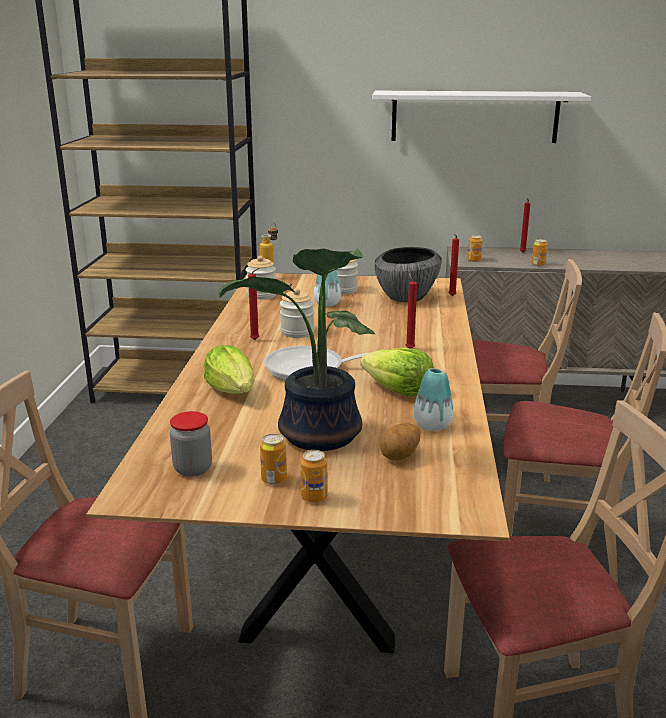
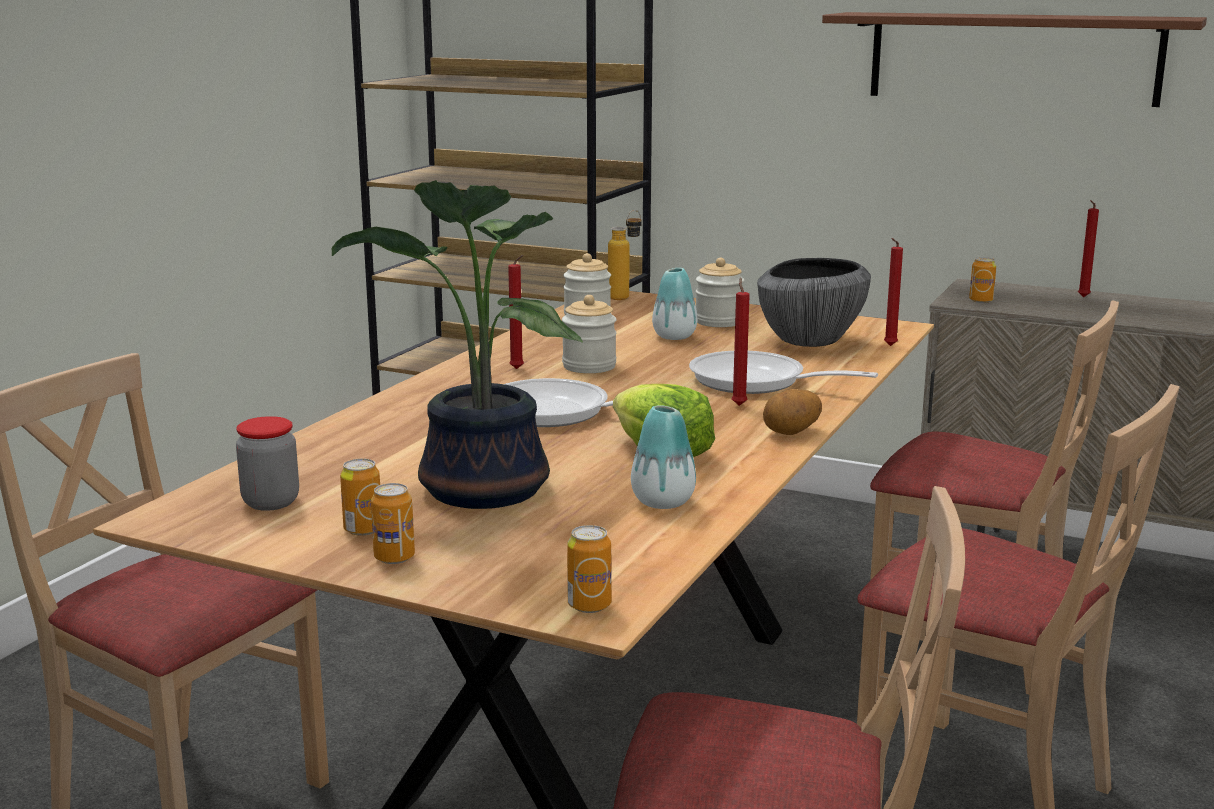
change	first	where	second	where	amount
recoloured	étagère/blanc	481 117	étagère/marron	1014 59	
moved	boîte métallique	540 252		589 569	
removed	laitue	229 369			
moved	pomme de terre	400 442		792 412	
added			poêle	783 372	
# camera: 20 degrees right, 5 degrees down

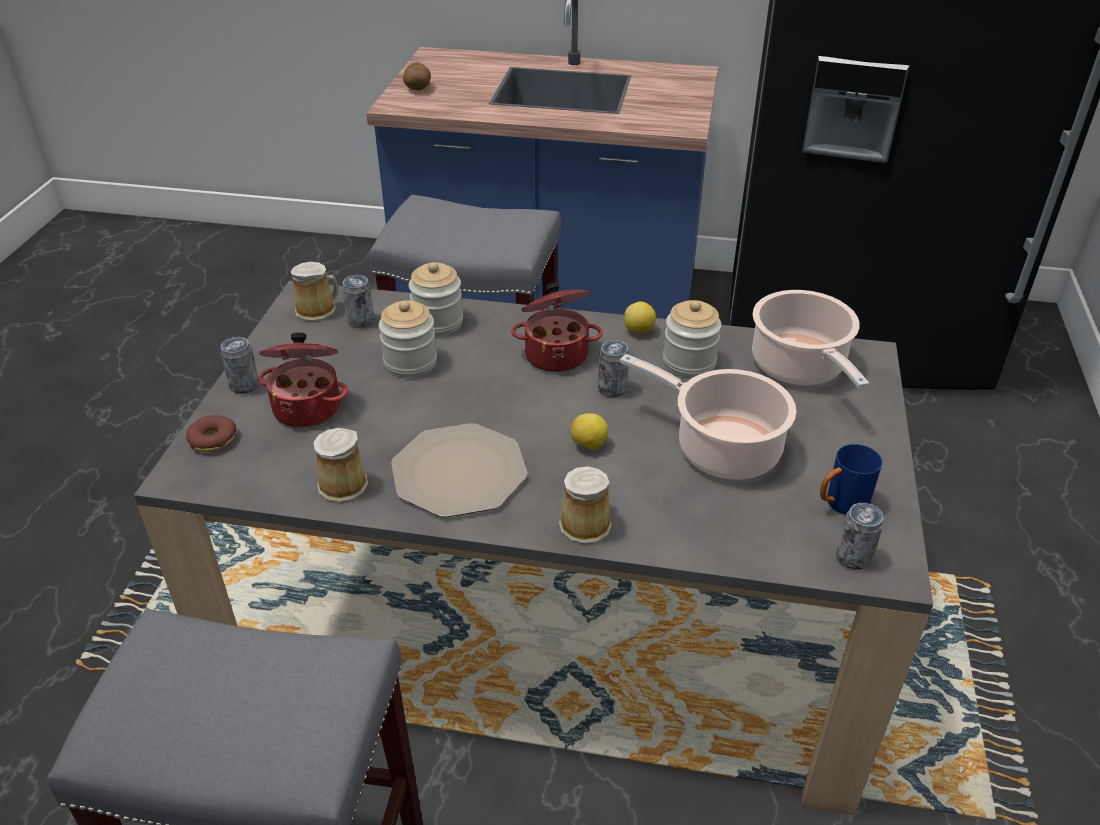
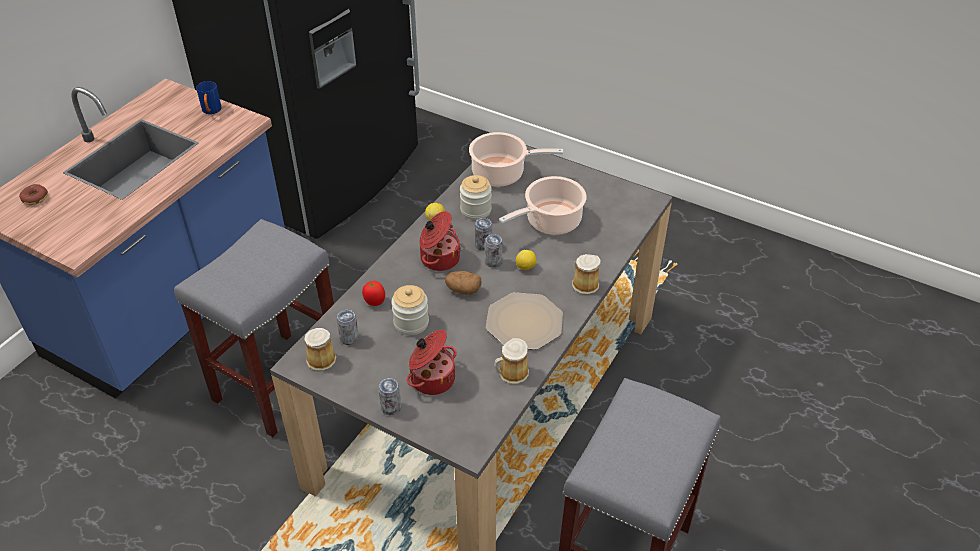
change	first	where	second	where	amount
moved	pomme de terre	417 76		463 283	
replaced	bocal	436 299	tomate	373 293	
moved	beignet	211 433		33 194	
moved	mug/bleu	851 479		209 97	
moved	boîte métallique	860 536		494 251	
# camera: 70 degrees left, 5 degrees up

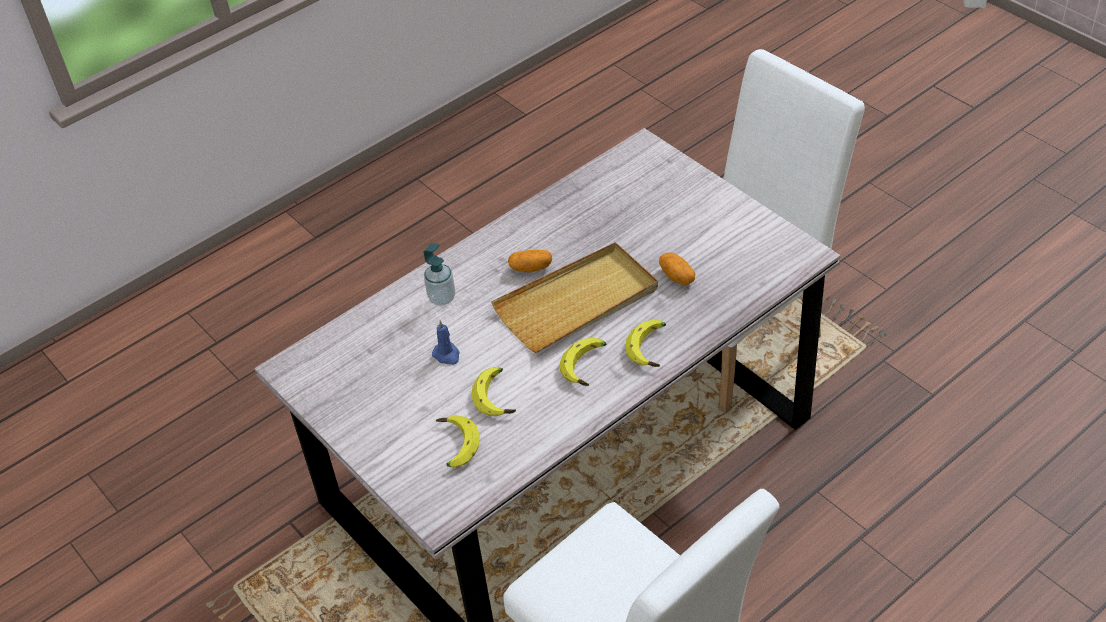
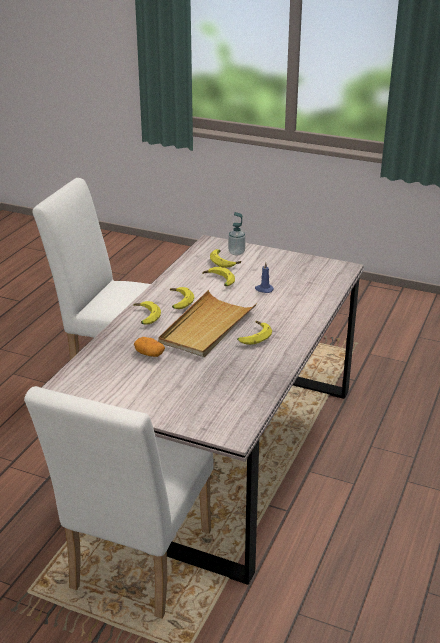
change	first	where	second	where	amount
moved	distributeur de savon	439 274		237 233	
replaced	pomme de terre	530 261	banane	254 333	
# camera: 150 degrees right, 15 degrees down

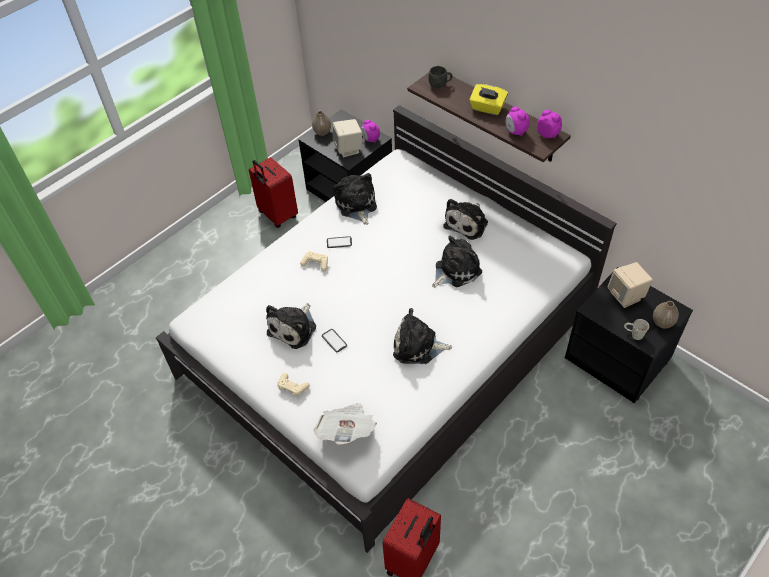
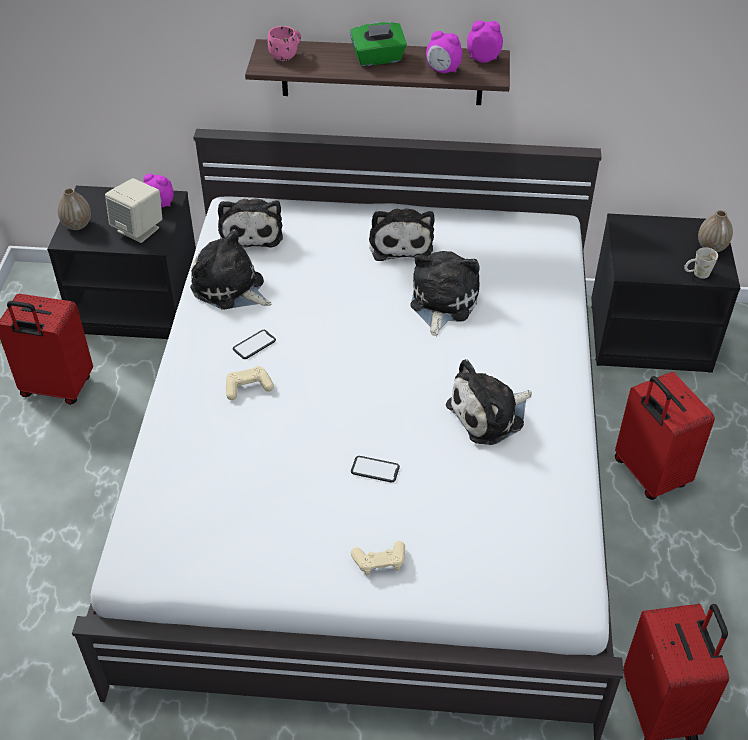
change	first	where	second	where	amount
recoloured	mug/gris	441 77	mug/rose	284 43	
recoloured	boîte à mouchoirs/jaune	488 99	boîte à mouchoirs/vert	378 44	
removed	enceinte/beige	630 285			
moved	peluche	291 326		250 223	
removed	journal	345 424			
added			valise/rouge	665 436	
# camera: 40 degrees left, 5 degrees down

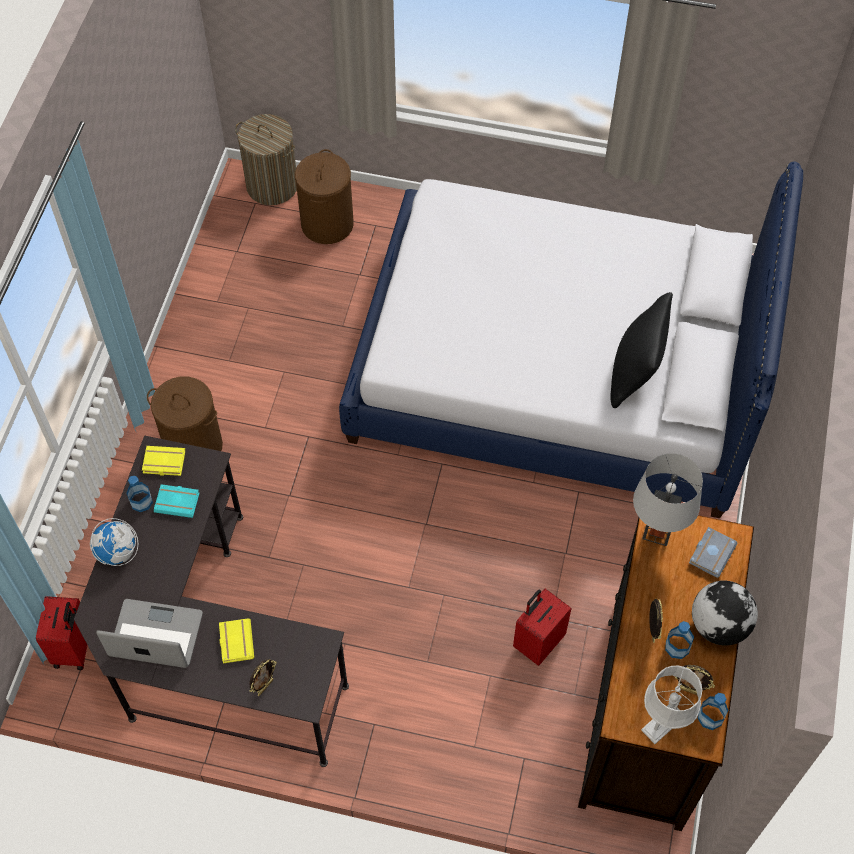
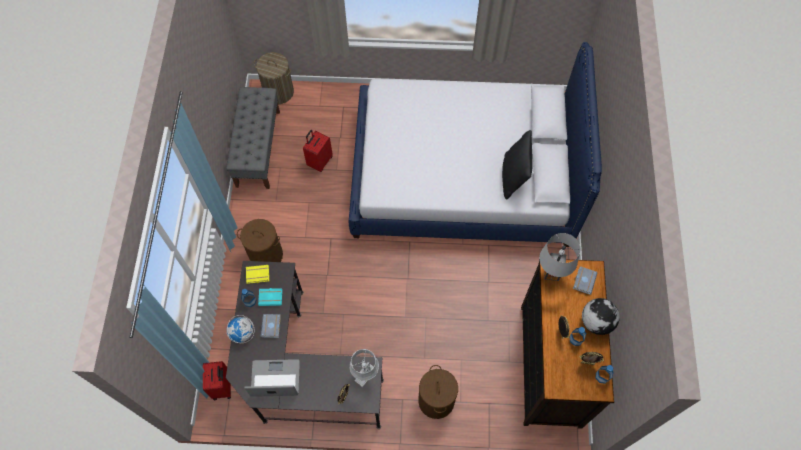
change	first	where	second	where	amount
moved	panier à linge/marron	324 196		438 392	
moved	valise/rouge	542 627		318 151	
removed	livre/jaune	236 640			
moved	lampe de table/gris	671 704		364 368	
added			banc/gris	253 138	
added			livre/gris	271 326	
# camera: 10 degrees left, 5 degrees up

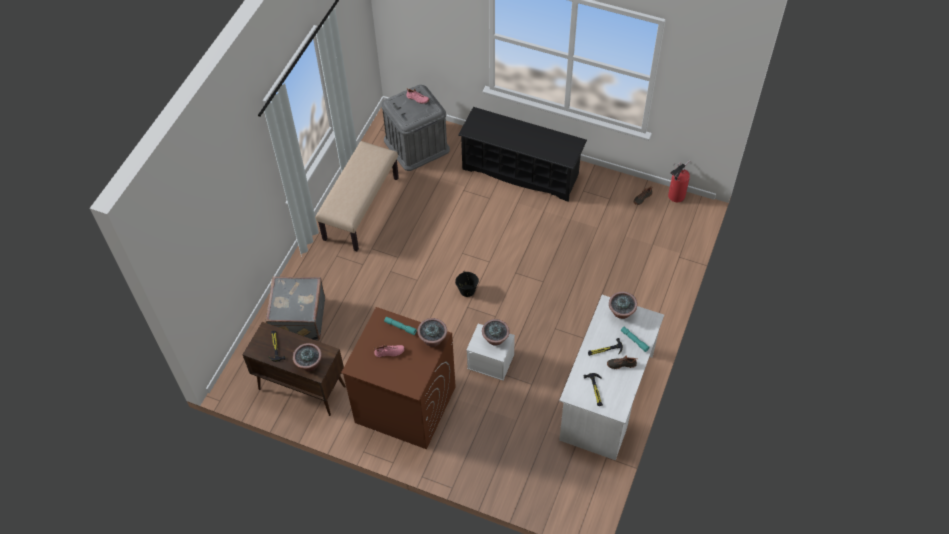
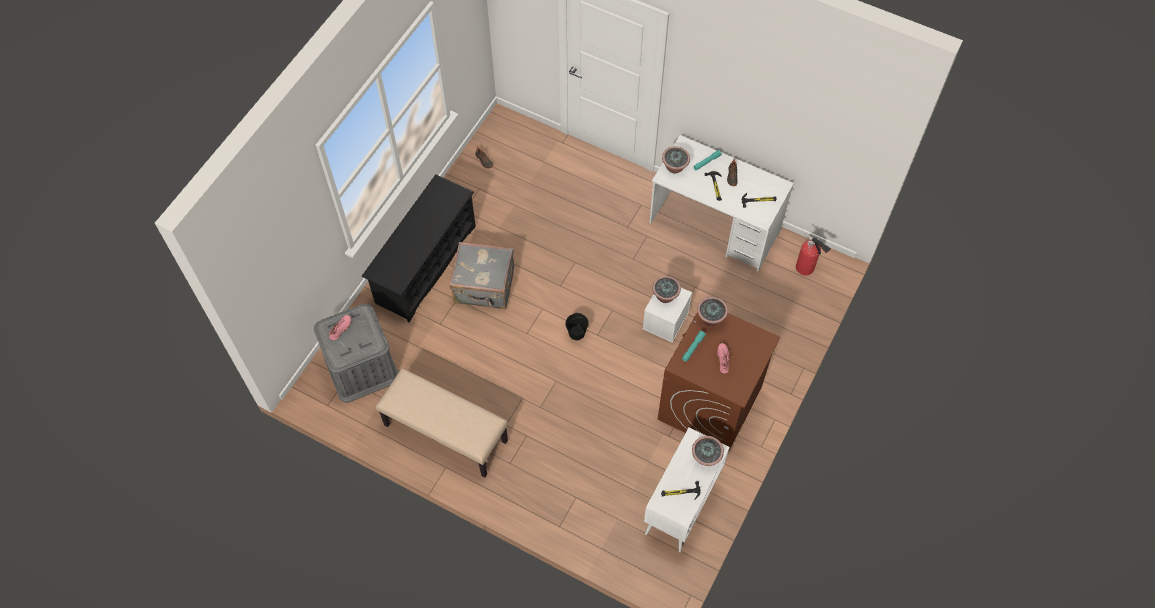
change	first	where	second	where	amount
moved	extincteur	679 181		813 253	
moved	valise/gris	295 308		482 275	
recoloured	meuble de rangement/marron	294 369	meuble de rangement/blanc	687 489	
# camera: 85 degrees left, 5 degrees up

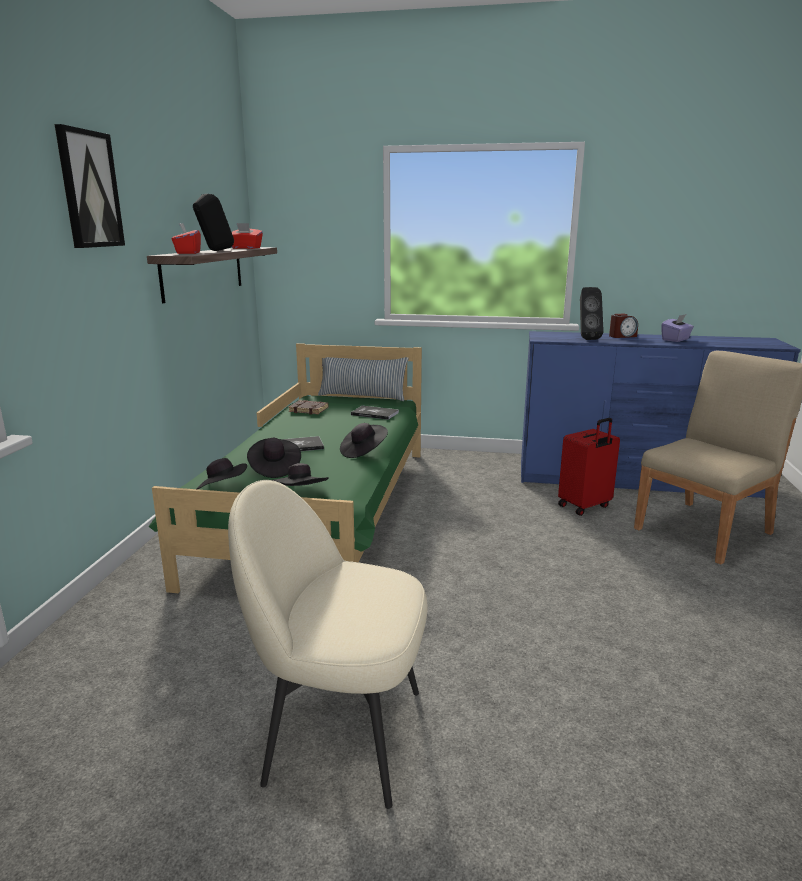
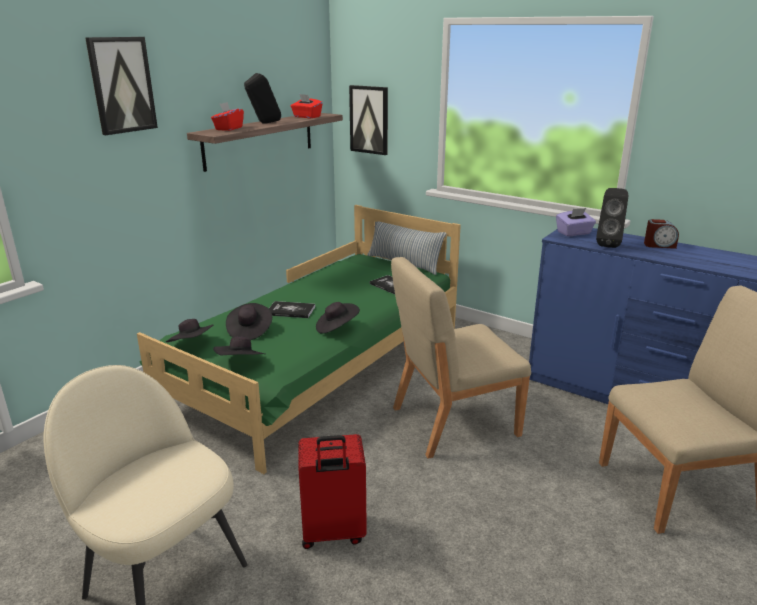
change	first	where	second	where	amount
moved	boîte à mouchoirs/violet	677 328		576 222	
removed	livre/marron	308 407			
moved	valise/rouge	589 467		332 491	
added			tableau	368 120	
added			chaise/beige	461 358	
# camera: 25 degrees right, 5 degrees up

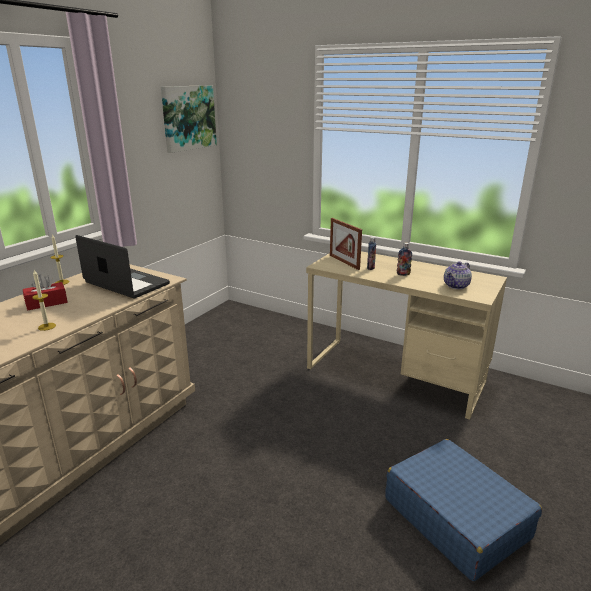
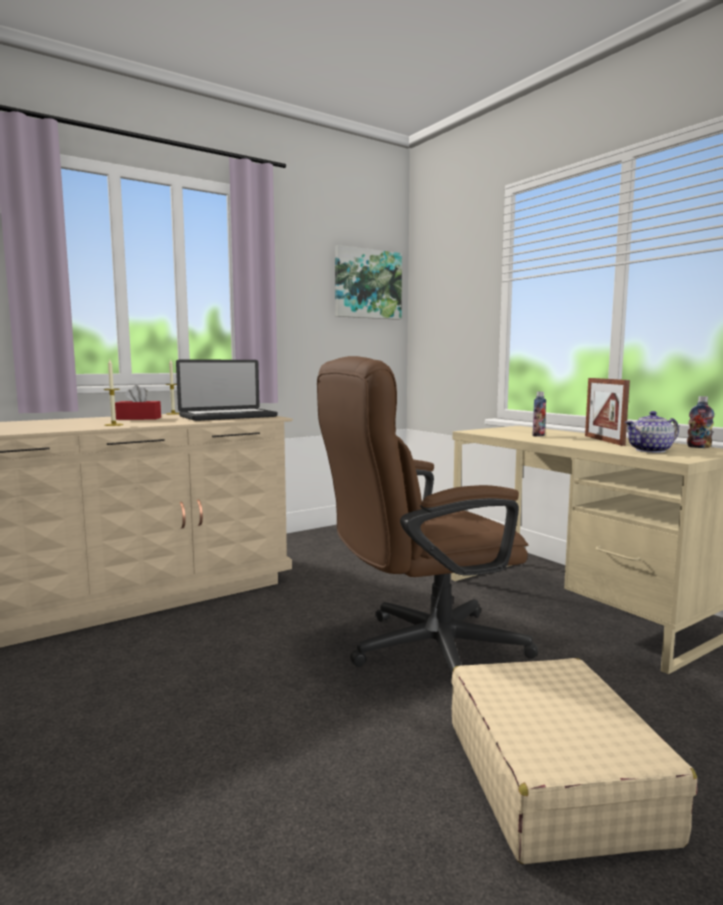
change	first	where	second	where	amount
moved	cadre photo	346 244		607 412	
turned	ordinateur portable	122 266		227 390	90 degrees clockwise
moved	bouteille	404 259		700 422	
recoloured	valise/bleu	463 510	valise/beige	574 761	
added			chaise de bureau/marron	427 523	
# camera: 25 degrees right, 15 degrees down

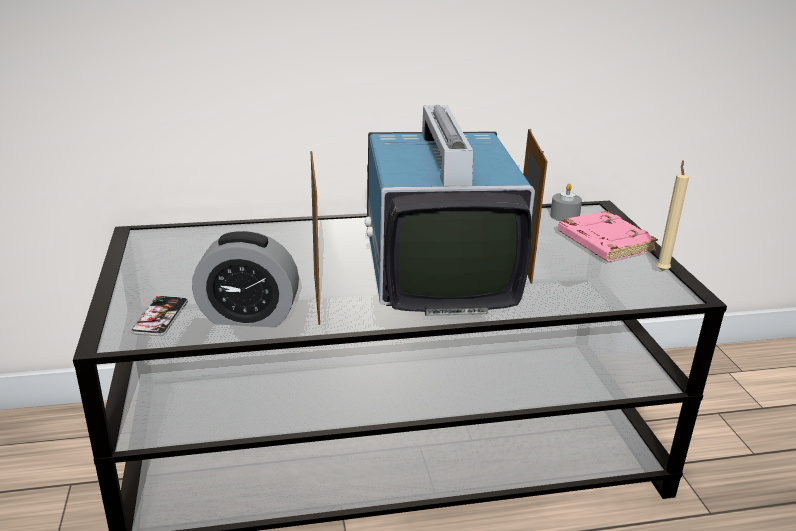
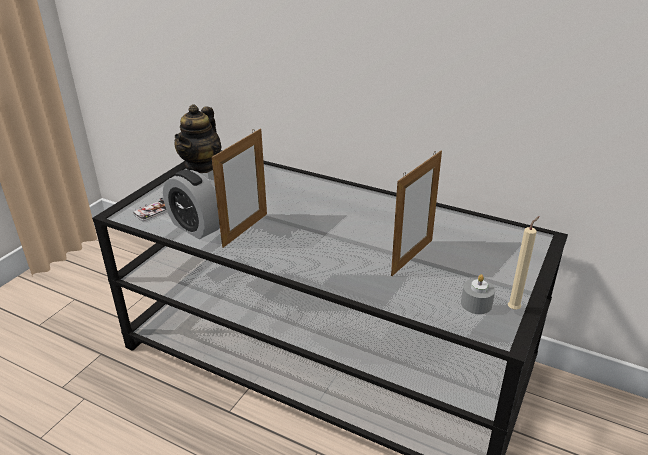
change	first	where	second	where	amount
removed	téléviseur	450 210			
moved	bougie/gris	566 202		478 294	
removed	livre/rose	608 236			
added			théière	198 138	
# camera: 40 degrees right, 5 degrees up

